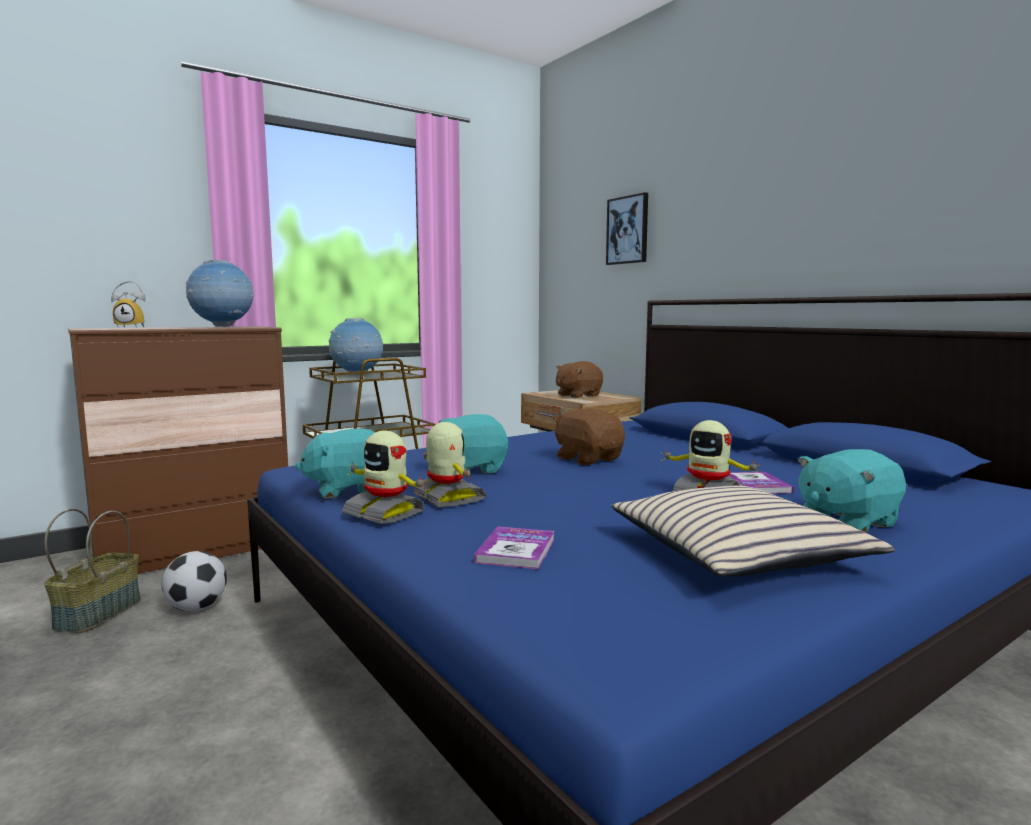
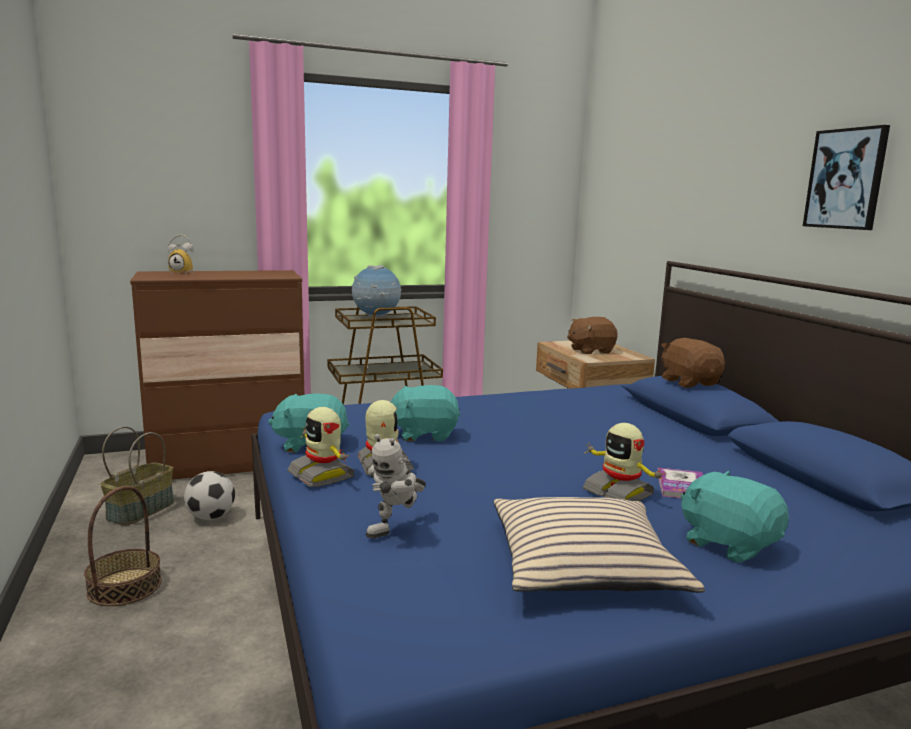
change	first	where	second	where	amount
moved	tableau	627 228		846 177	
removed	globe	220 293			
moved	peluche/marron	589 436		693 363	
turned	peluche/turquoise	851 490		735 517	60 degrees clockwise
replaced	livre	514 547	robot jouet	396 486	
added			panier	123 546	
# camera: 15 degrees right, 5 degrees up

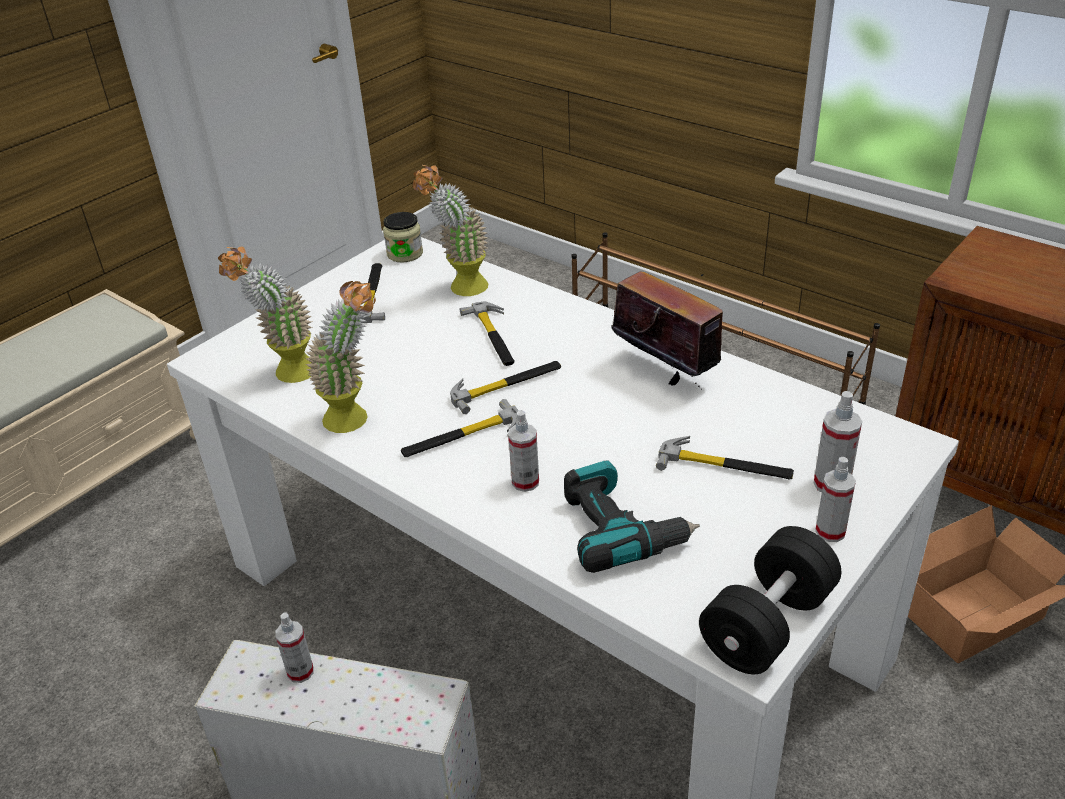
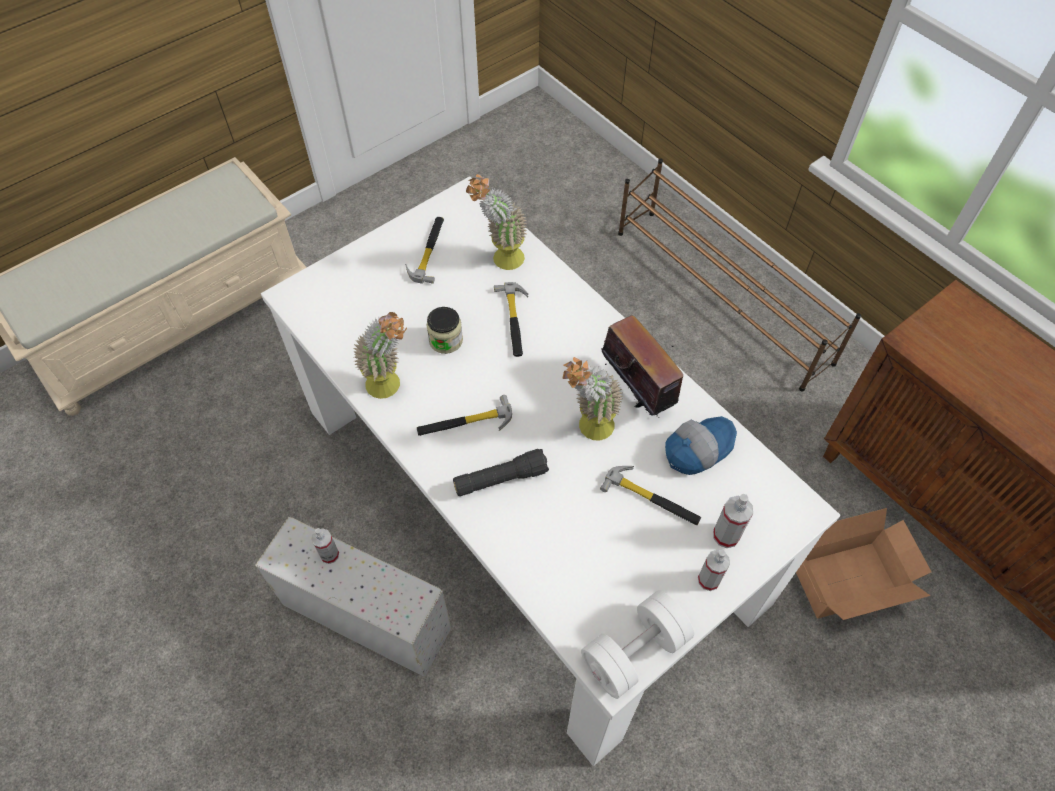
change	first	where	second	where	amount
moved	bocal	403 237		444 330	
moved	plante en pot	265 315		592 399	
removed	marteau	505 387			
replaced	vaporisateur	523 451	lampe de poche/noir	501 472	
removed	perceuse	632 516			
recoloured	haltère/noir	770 600	haltère/blanc	637 644	
added			casquette	701 445	
# camera: 10 degrees right, 20 degrees up

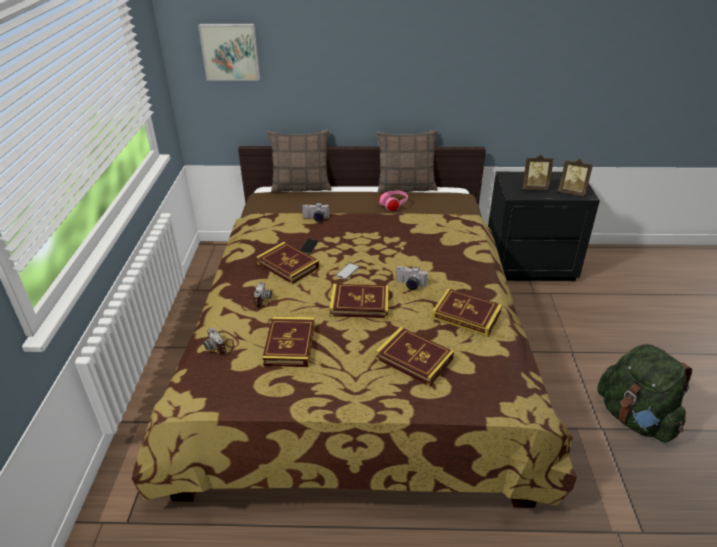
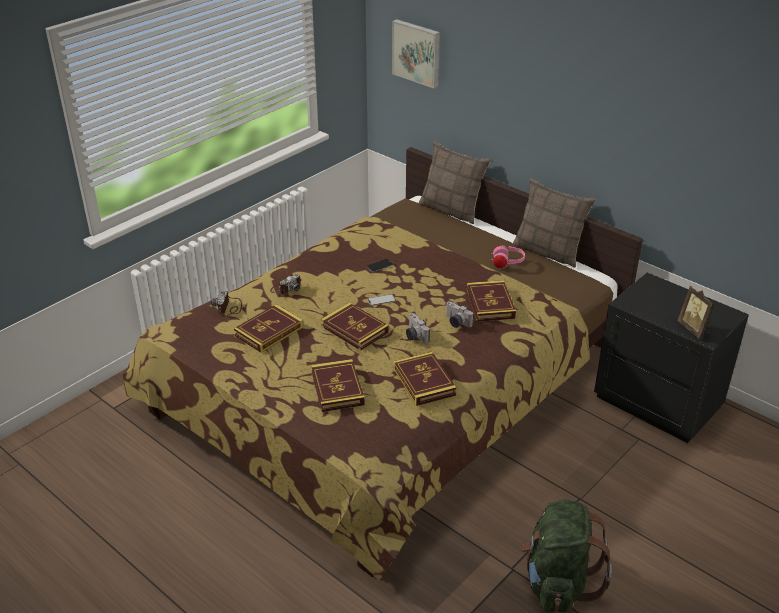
change	first	where	second	where	amount
removed	cadre photo	538 172			
moved	appareil photo	315 212		460 314	
moved	livre	287 263		491 301	
# camera: 40 degrees right, 0 degrees up

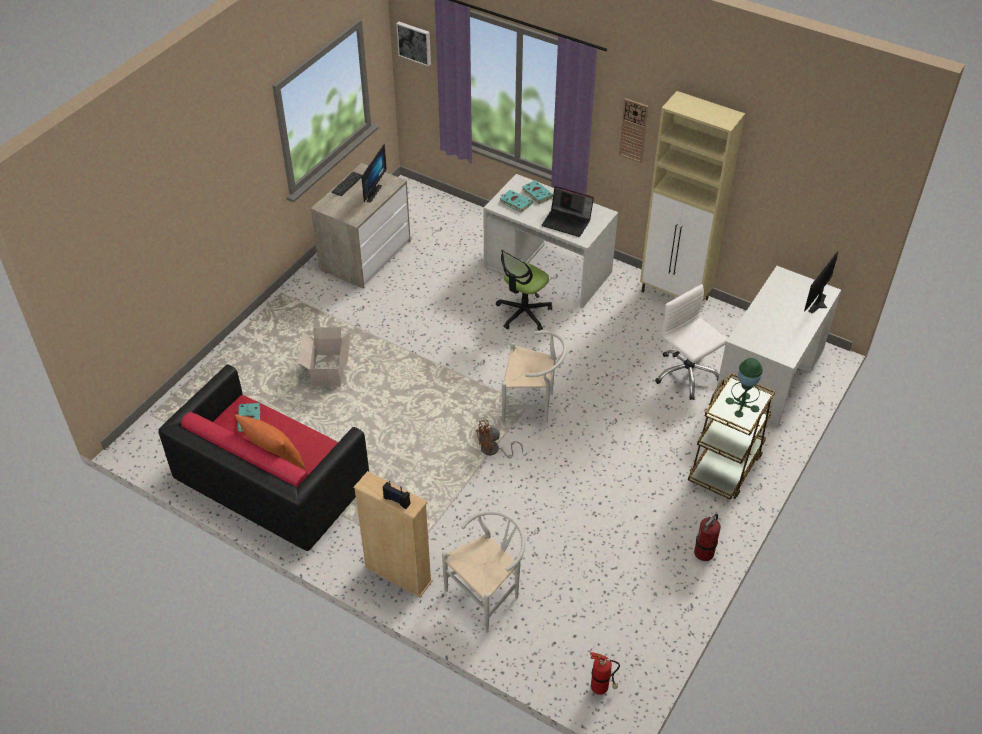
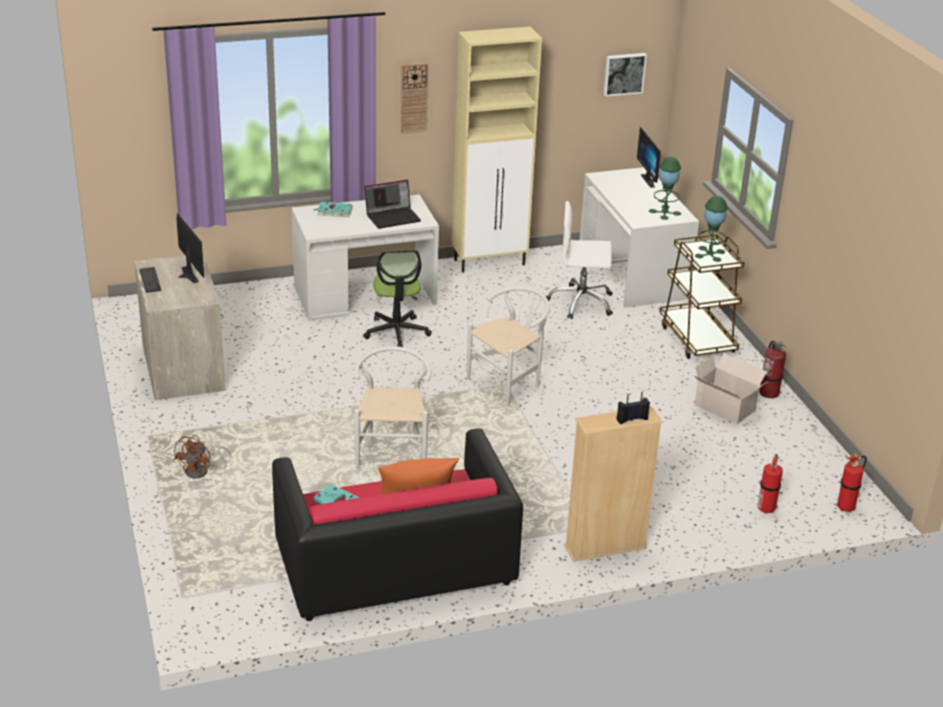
change	first	where	second	where	amount
moved	tableau	413 44		625 74	
removed	livre/turquoise	516 201			
moved	carton	324 356		730 388	
moved	ventilateur/marron	499 439		202 456	
moved	chaise/blanc	484 572		392 407	
added			lampe de table/vert	665 188	
added			extincteur	770 484	
# camera: 50 degrees left, 15 degrees down

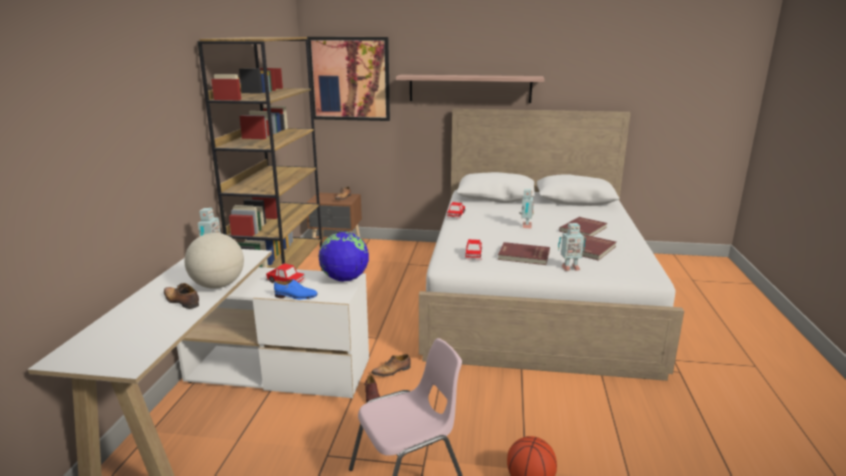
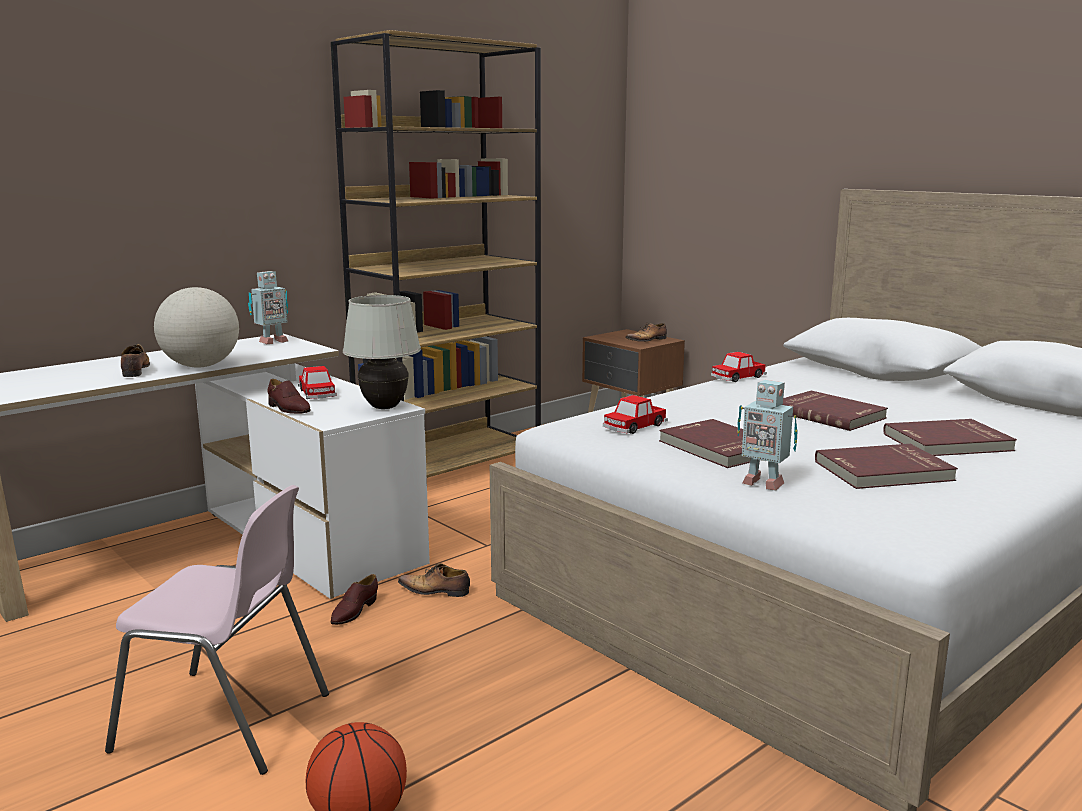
change	first	where	second	where	amount
removed	tableau	348 79			
removed	étagère	470 89			
replaced	robot jouet	526 209	livre/rouge	835 411	
replaced	globe	343 256	lampe de table/blanc	382 352	
recoloured	chaussure/bleu	296 289	chaussure/marron	289 396	
# camera: 40 degrees right, 5 degrees down

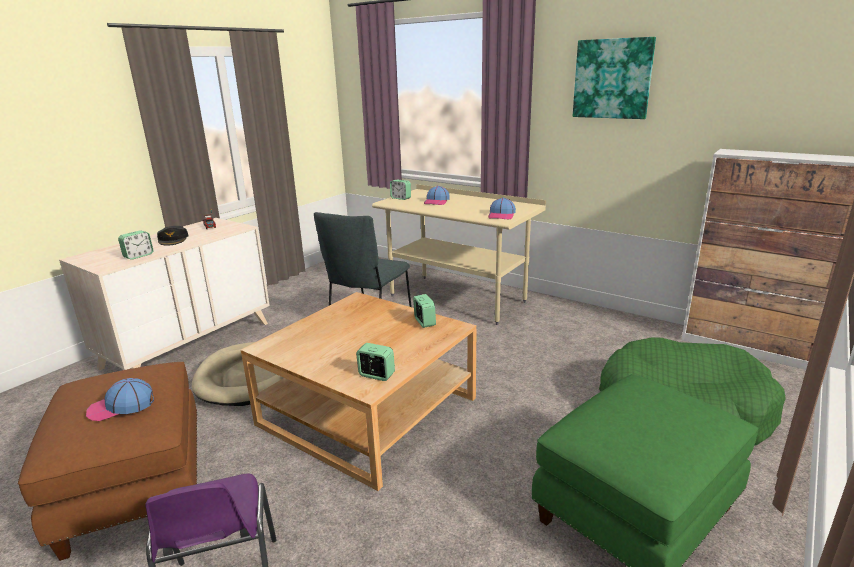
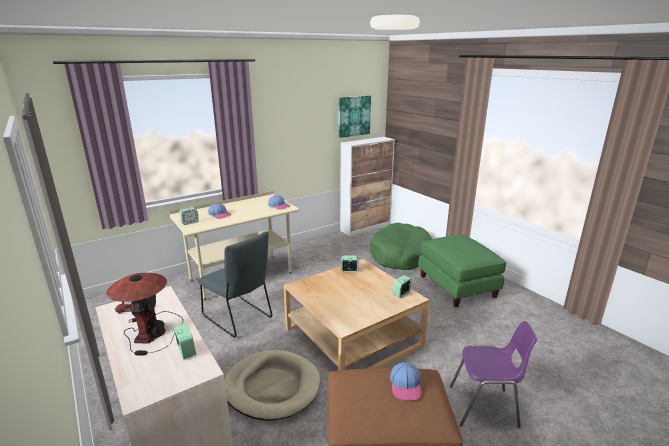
change	first	where	second	where	amount
moved	tableau	614 78		354 116	
replaced	casquette/noir	172 236	lampe de table	145 314	
# camera: 70 degrees left, 0 degrees up

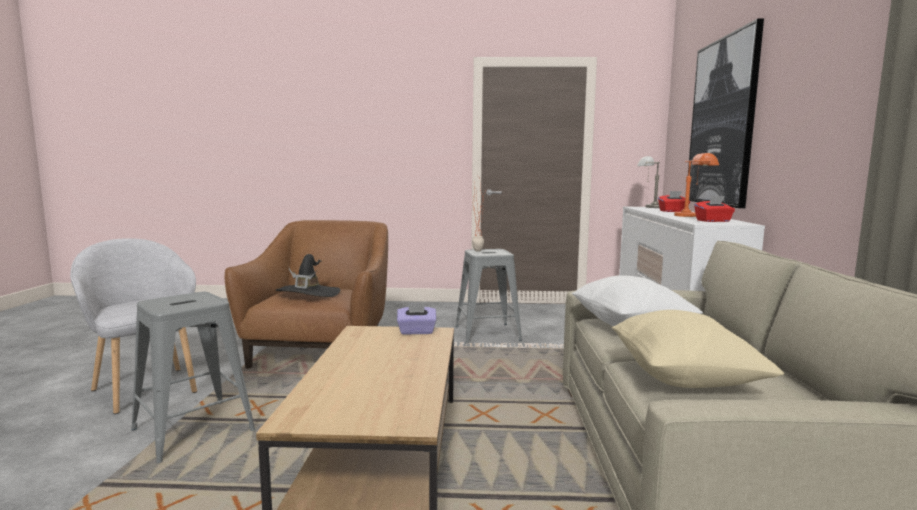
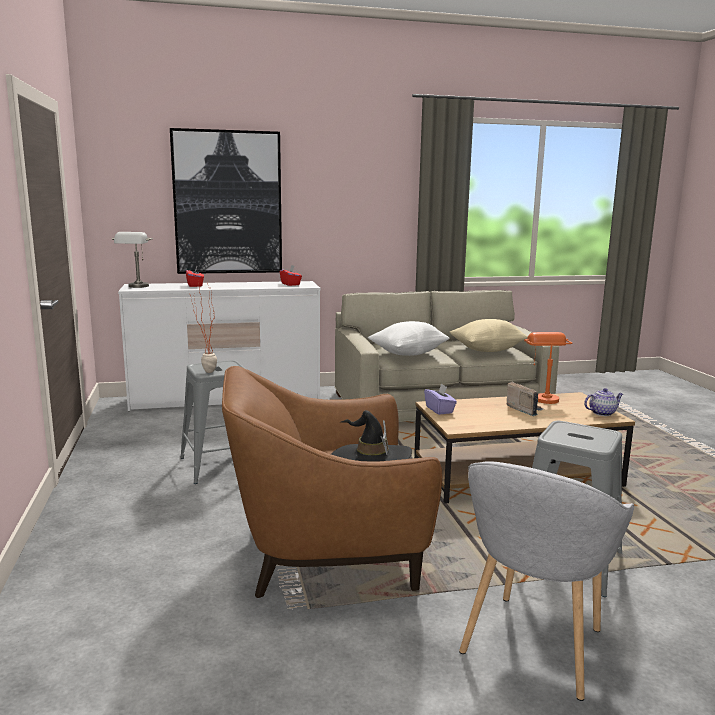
change	first	where	second	where	amount
moved	lampe de table/orange	696 185		548 368	
added			radio	524 398	
added			théière	603 402	
# camera: 105 degrees left, 5 degrees up

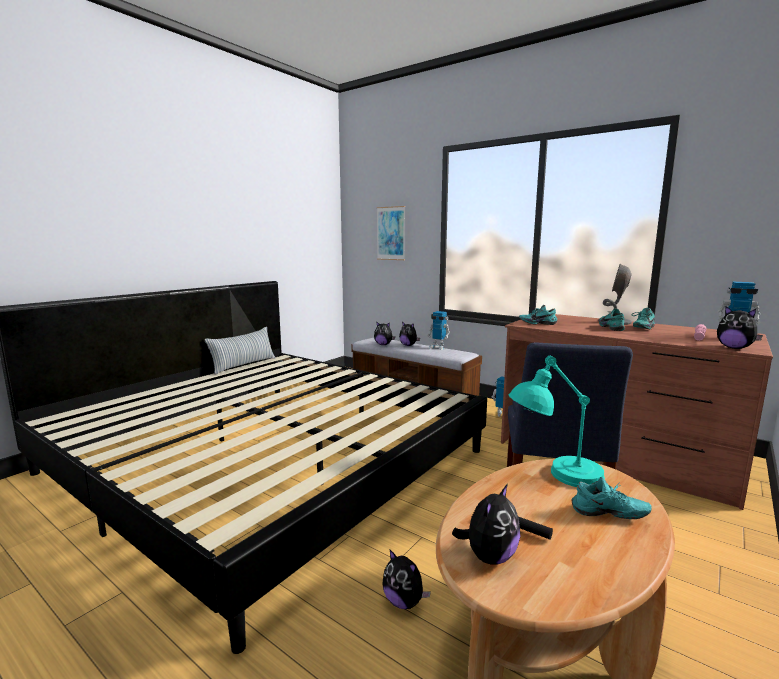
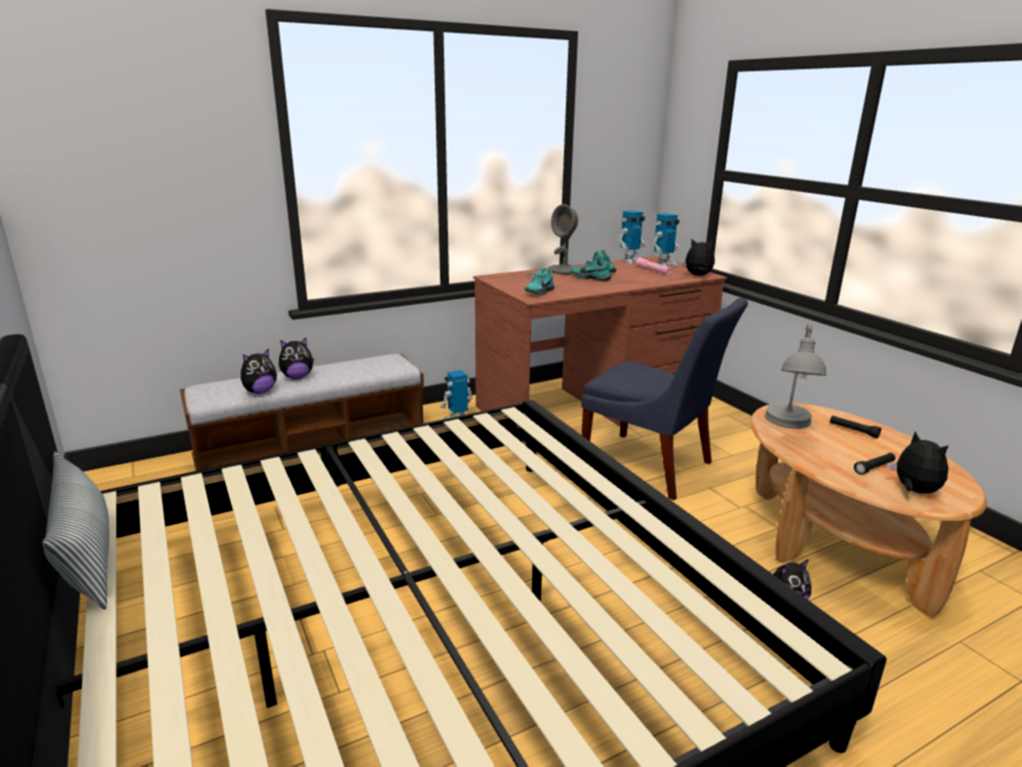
change	first	where	second	where	amount
removed	tableau	391 233			
turned	peluche	740 327		699 257	150 degrees counterclockwise
moved	robot jouet	438 330		632 237	
recoloured	lampe de table/turquoise	557 421	lampe de table/gris	796 376	
replaced	chaussure/turquoise	612 498	lampe de poche/noir	855 427	
# camera: 65 degrees left, 10 degrees up

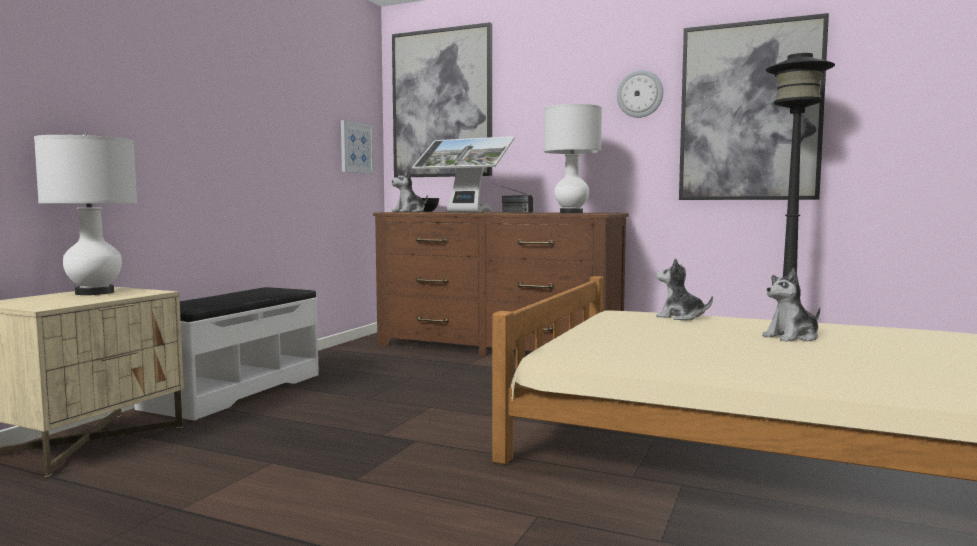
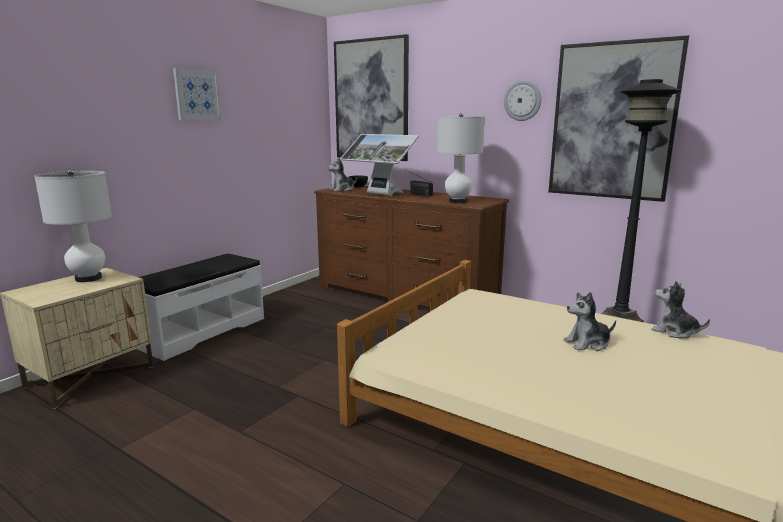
change	first	where	second	where	amount
moved	tableau	357 147		197 94	
moved	peluche	684 289		680 310	
# camera: 10 degrees right, 10 degrees up

